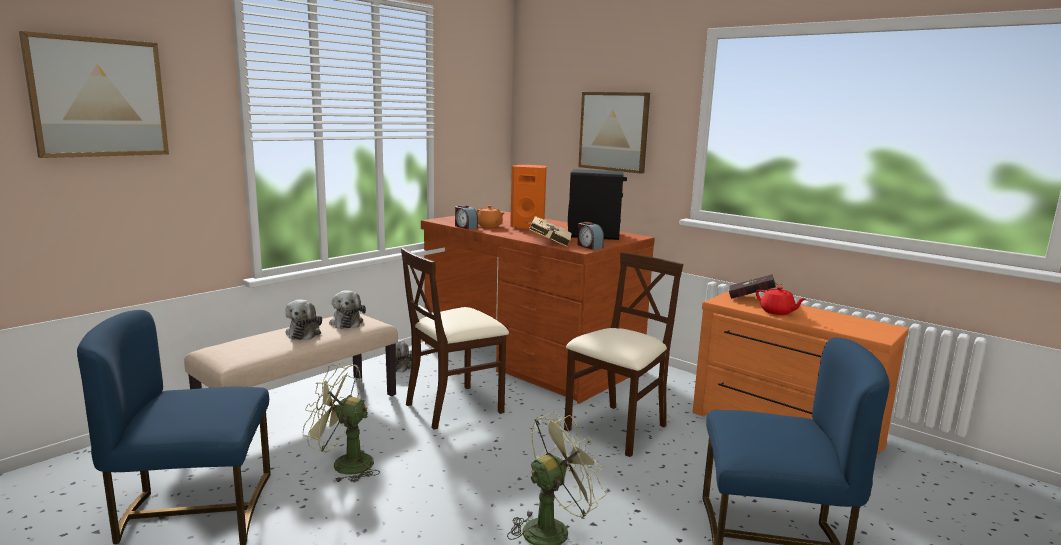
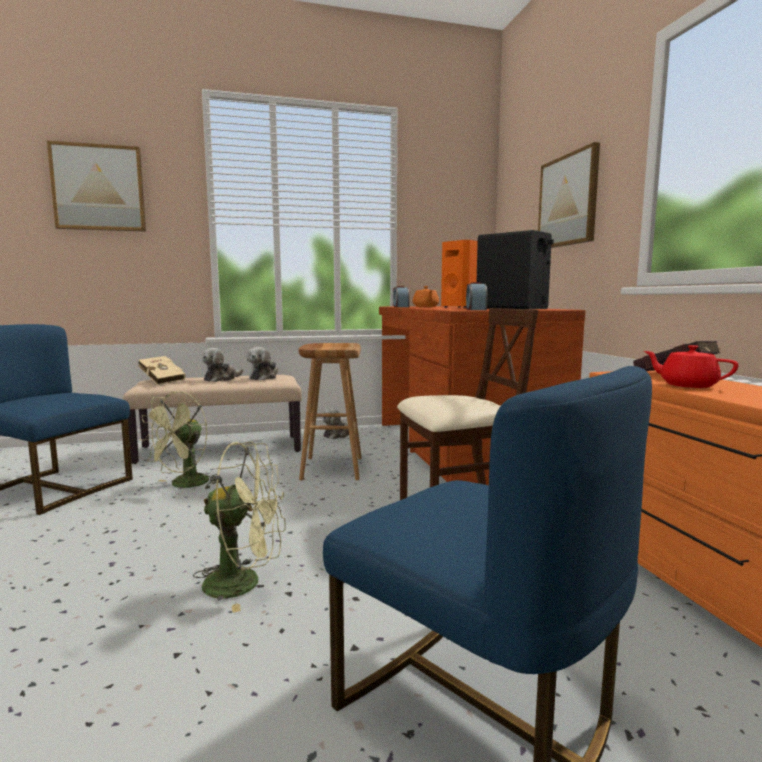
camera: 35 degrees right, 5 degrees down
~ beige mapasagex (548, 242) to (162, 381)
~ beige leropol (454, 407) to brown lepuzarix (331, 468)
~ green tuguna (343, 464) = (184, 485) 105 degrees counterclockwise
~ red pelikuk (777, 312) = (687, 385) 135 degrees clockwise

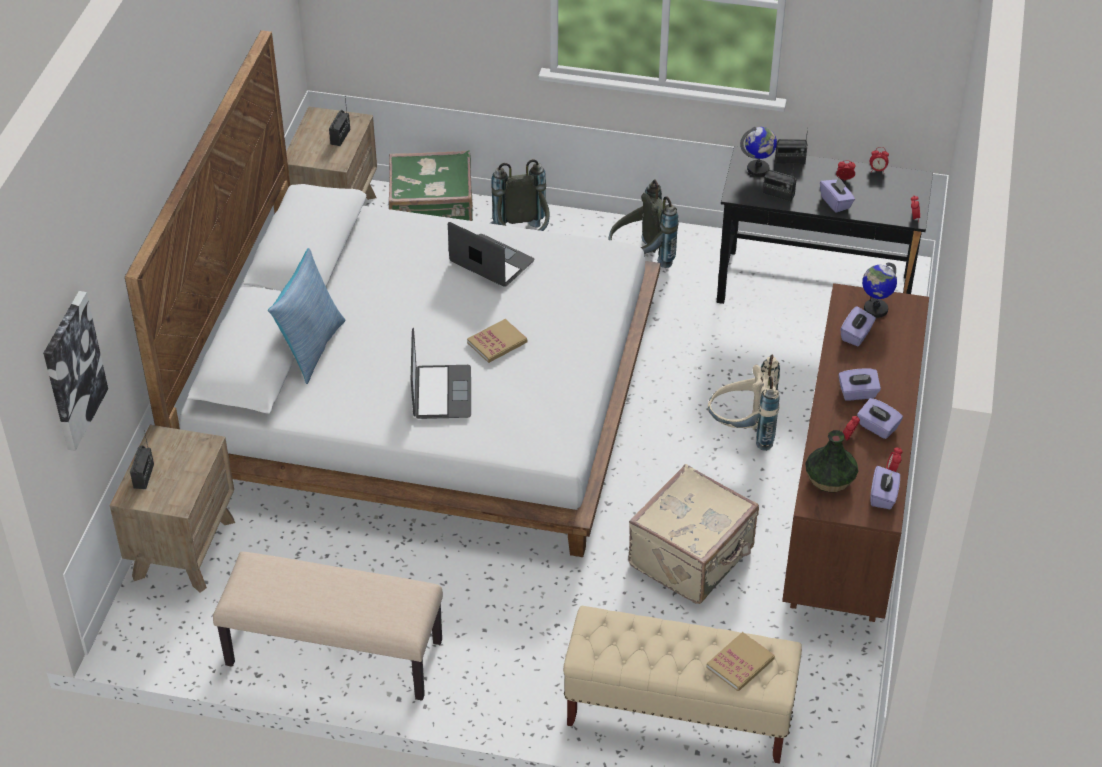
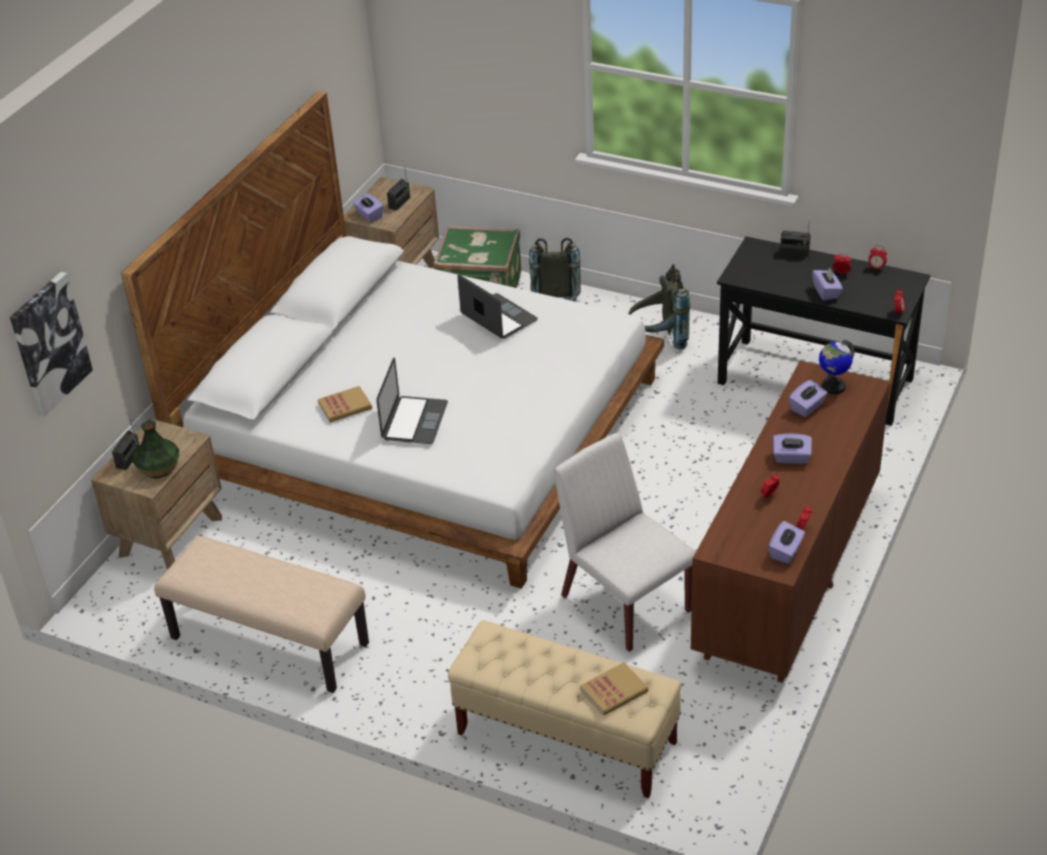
camera: 15 degrees right, 5 degrees down
- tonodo (310, 348)
- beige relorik (742, 432)
- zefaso (758, 169)
- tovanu (778, 194)
~ mapasagex (497, 343) to (345, 406)
~ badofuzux (830, 479) to (159, 468)
~ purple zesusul (877, 427) to (369, 215)
~ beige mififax (693, 558) to white leropol (624, 602)

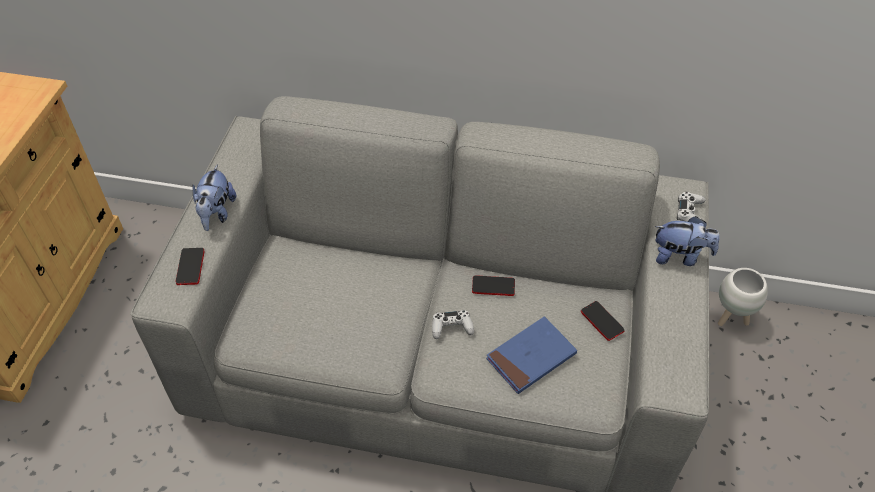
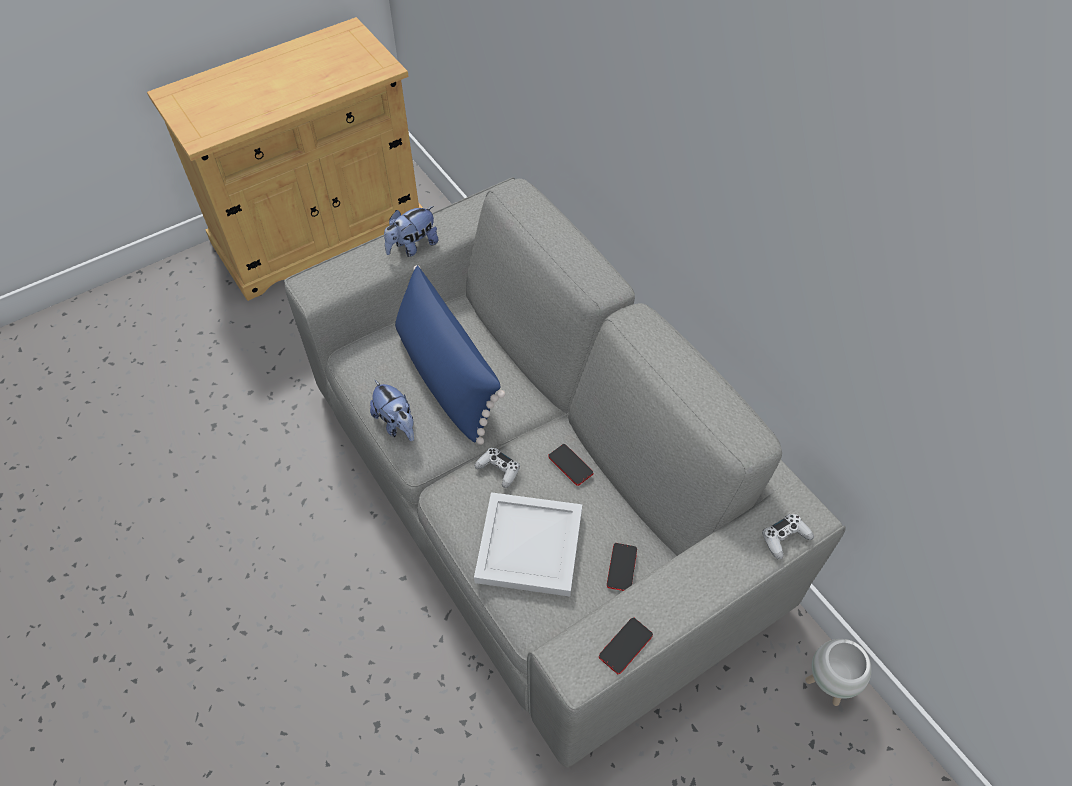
camera: 45 degrees right, 5 degrees up
+ blue tonodo (446, 376)
~ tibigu (190, 267) to (625, 646)
~ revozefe (680, 256) to (397, 424)
~ blue mapasagex (531, 357) to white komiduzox (528, 544)

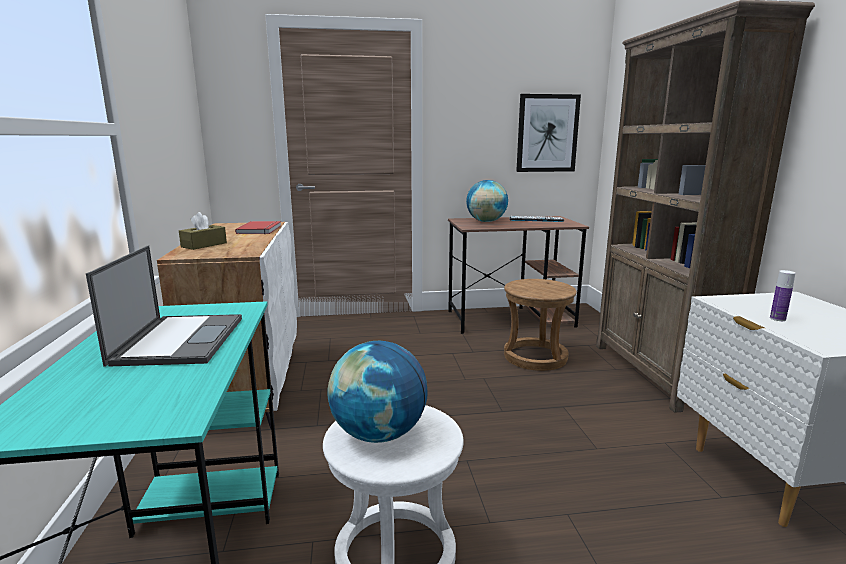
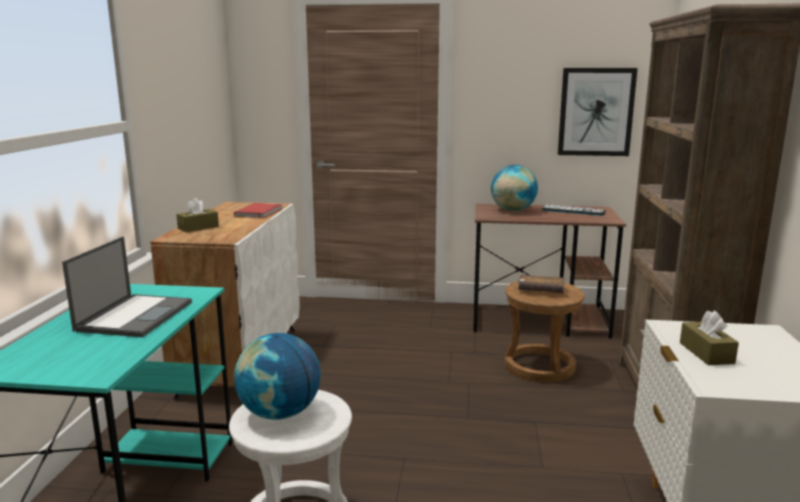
camera: 15 degrees right, 0 degrees up
+ brown mapasagex (541, 291)
~ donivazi (777, 319) to brown zesusul (706, 353)

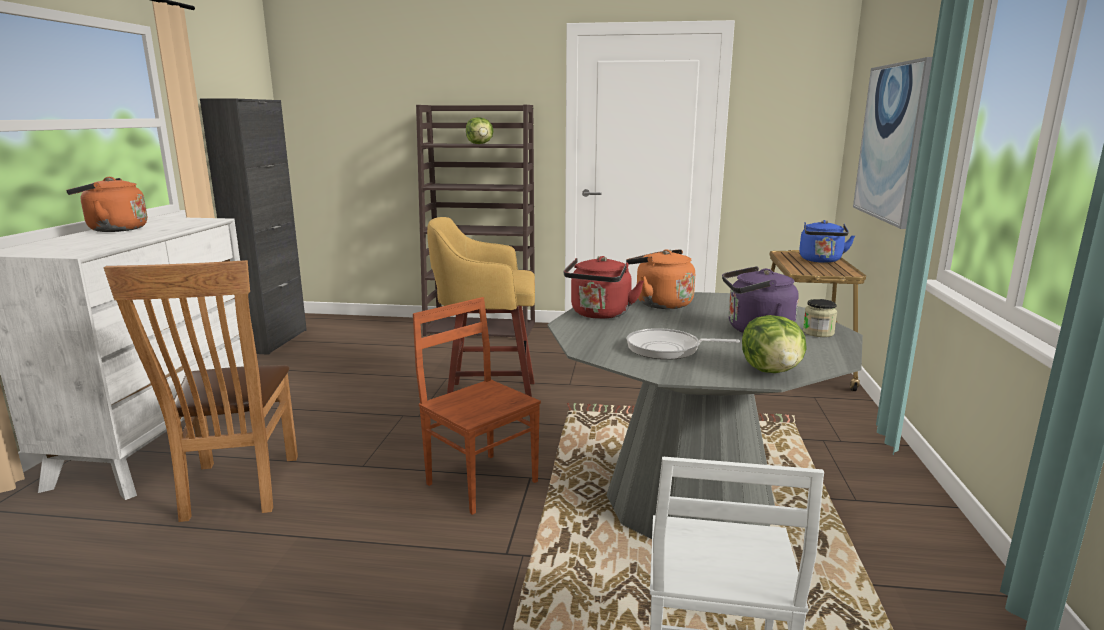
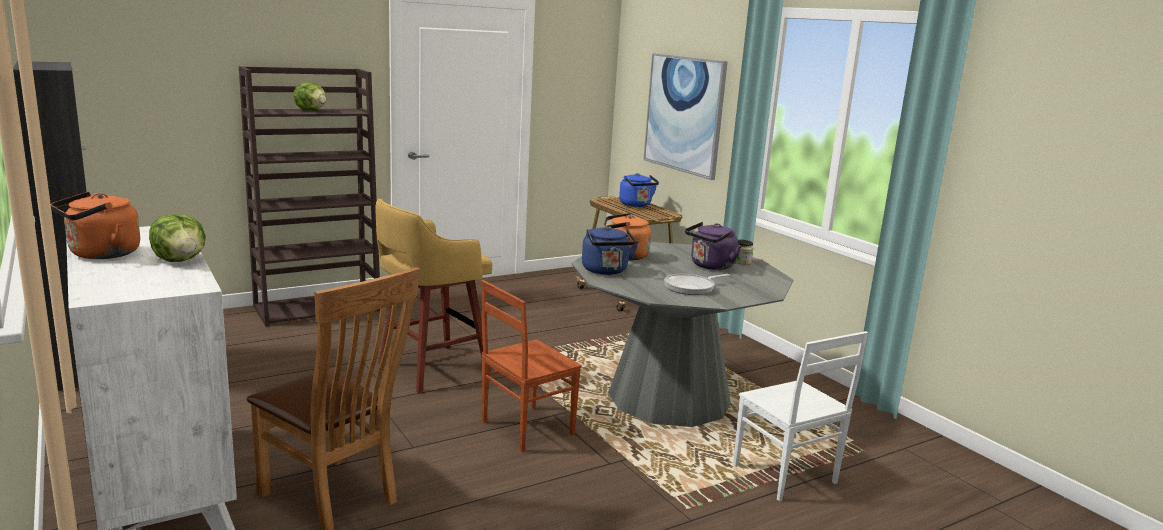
camera: 40 degrees left, 0 degrees up
~ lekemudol (772, 371) to (180, 260)
~ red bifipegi (600, 314) to blue bifipegi (606, 271)
~ brown leropol (482, 481) = (525, 428) 45 degrees counterclockwise

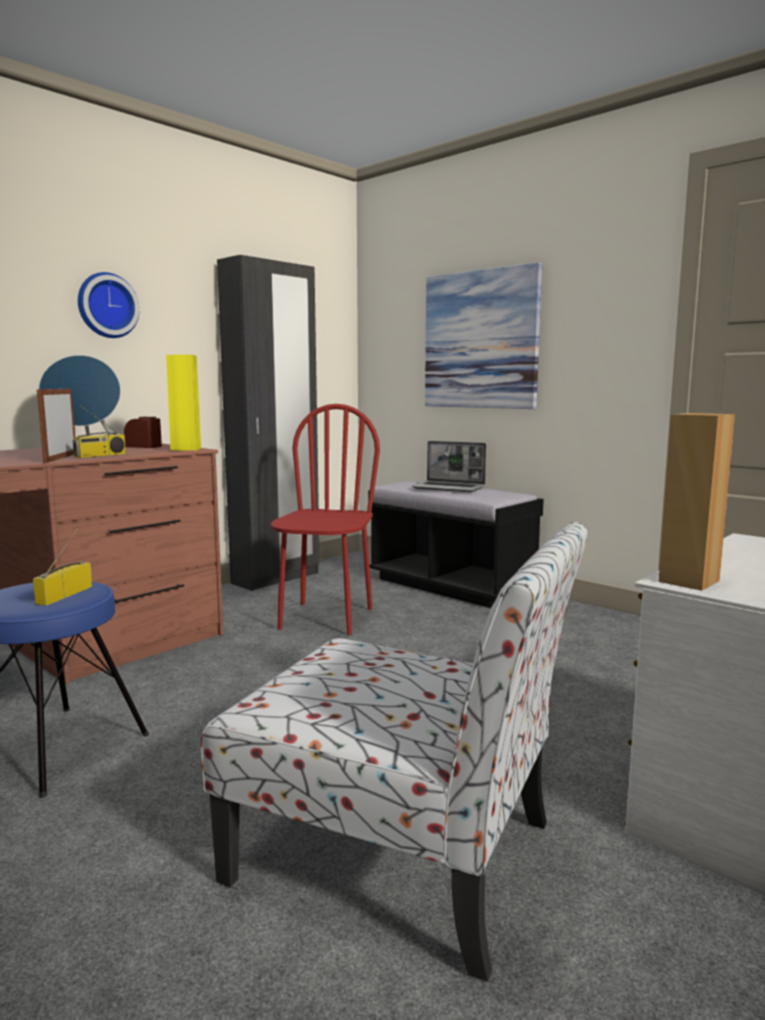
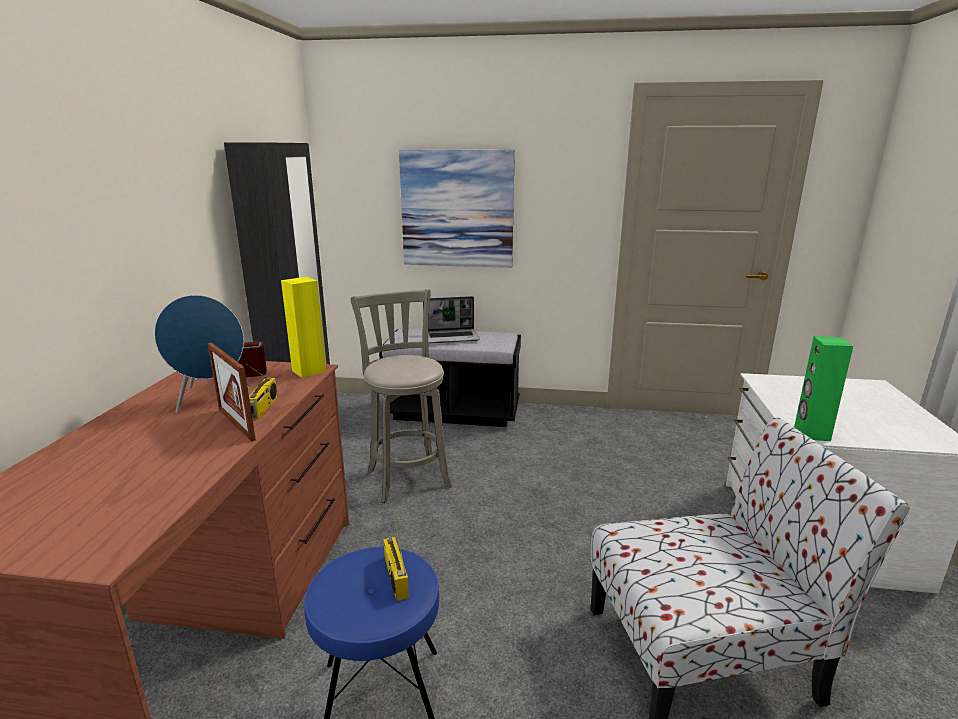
camera: 35 degrees left, 10 degrees up
- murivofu (106, 306)
~ red leropol (325, 618) to grey lepuzarix (407, 476)
~ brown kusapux (688, 581) to green kusapux (811, 433)

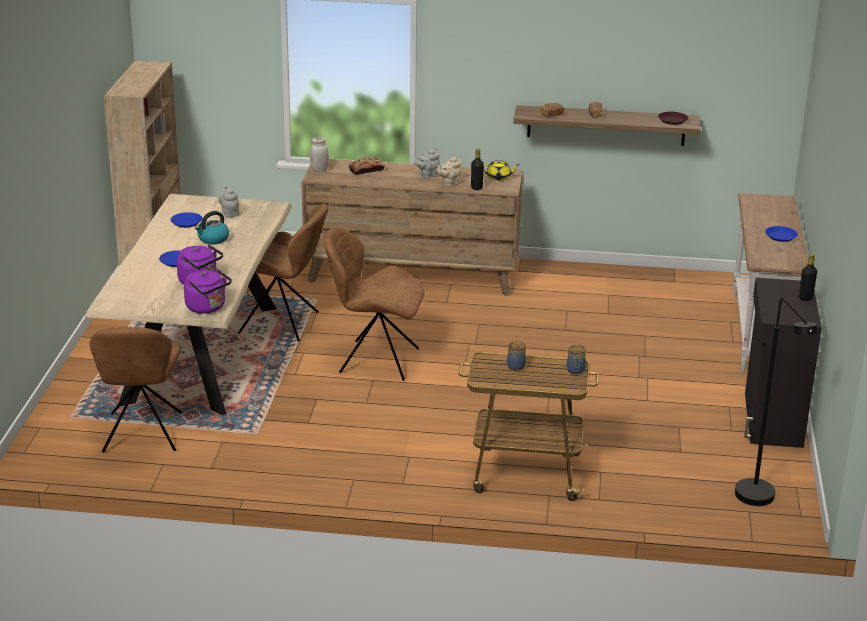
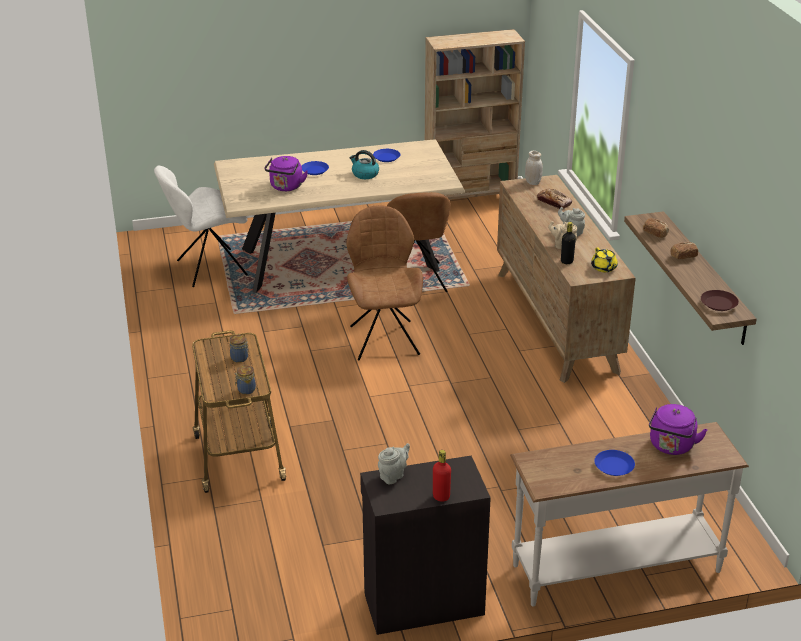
camera: 70 degrees right, 5 degrees up
- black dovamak (761, 501)
~ purple bifipegi (207, 308) to (671, 447)
~ grey pelikuk (229, 213) to (393, 475)
~ brown leropol (142, 434) to white leropol (209, 268)
~ black donivazi (805, 298) to red donivazi (441, 496)

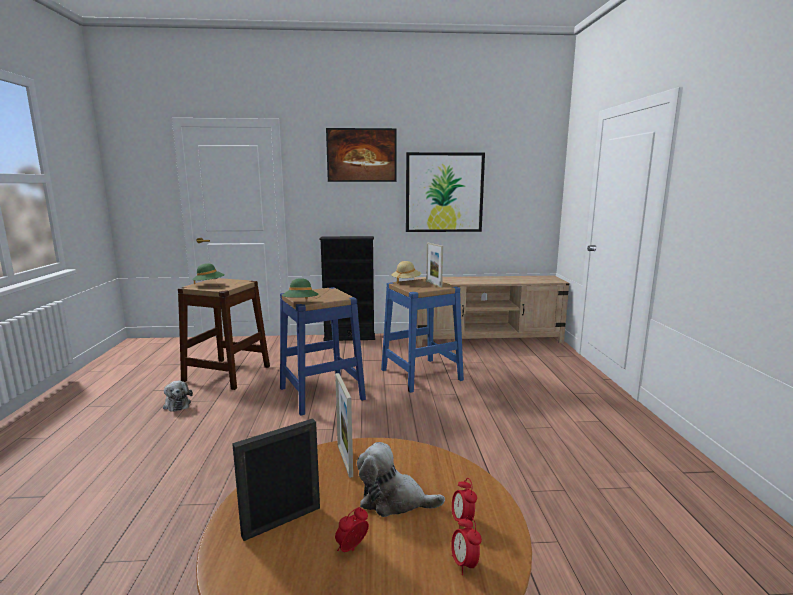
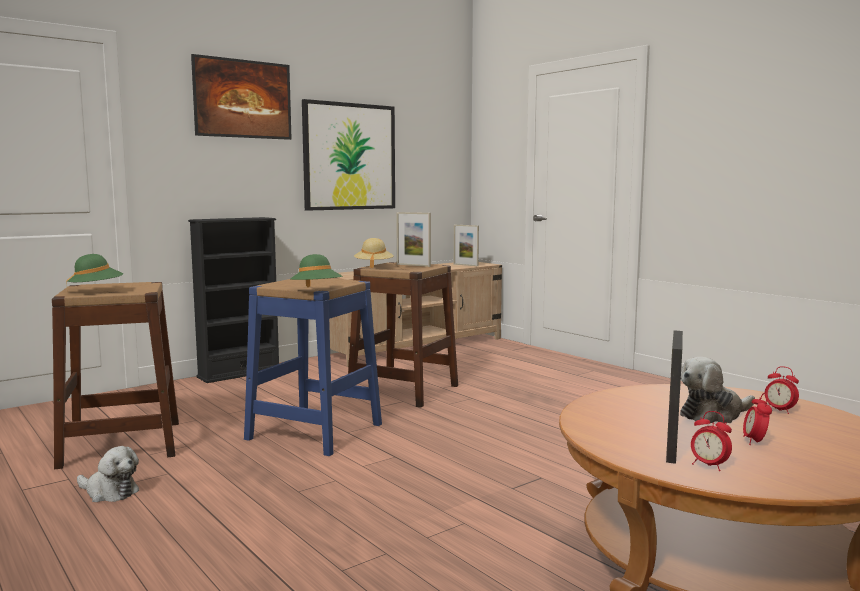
camera: 35 degrees left, 5 degrees down
~ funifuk (345, 460) to (465, 265)
~ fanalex (464, 564) to (708, 466)
~ blue lepuzarix (421, 374) to brown lepuzarix (404, 390)

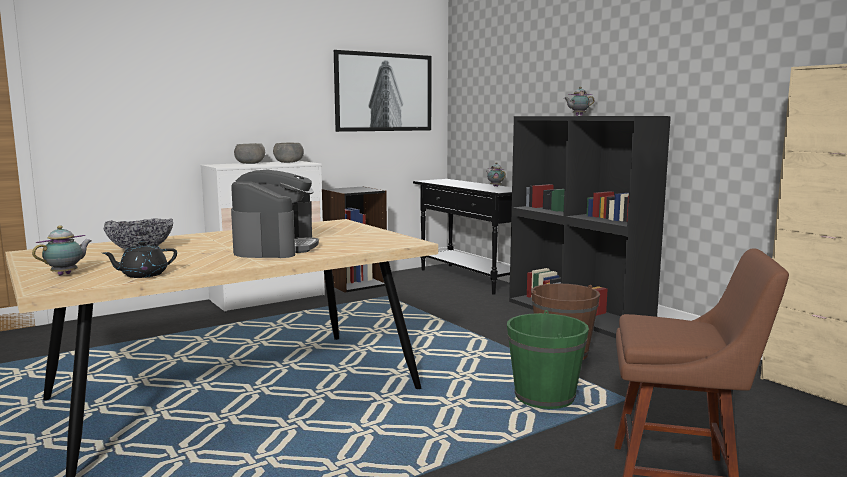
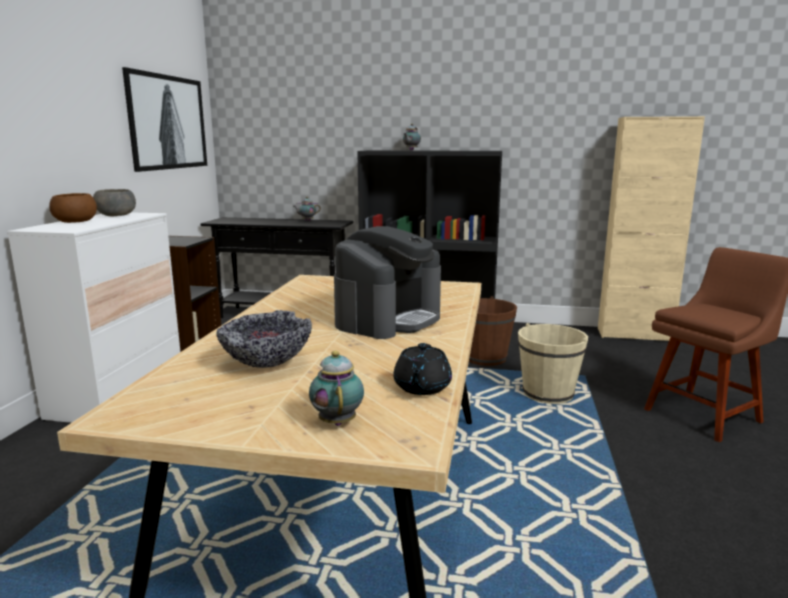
camera: 45 degrees left, 5 degrees up
~ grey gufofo (250, 163) to brown gufofo (75, 222)
~ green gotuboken (544, 397) to beige gotuboken (548, 394)
~ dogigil (275, 248) = (389, 319) 75 degrees clockwise

